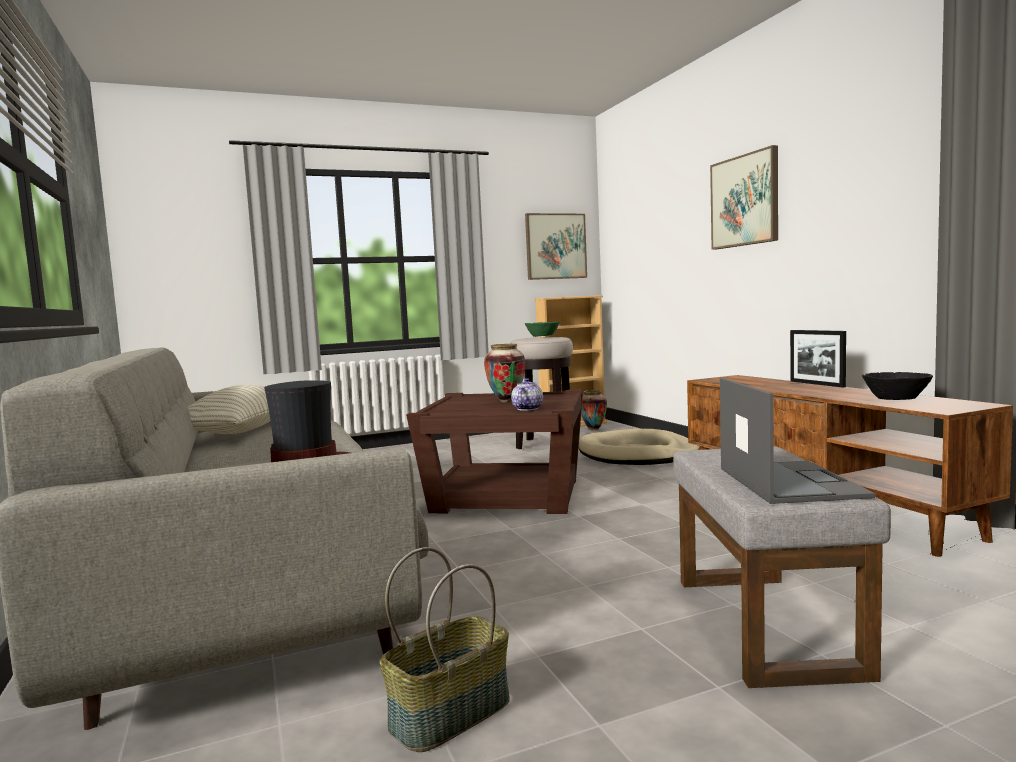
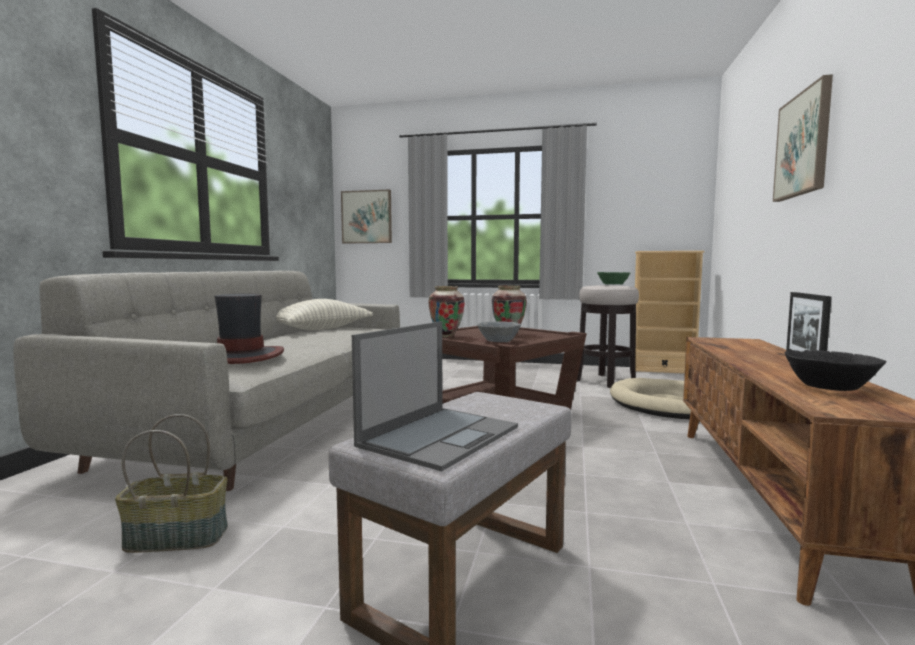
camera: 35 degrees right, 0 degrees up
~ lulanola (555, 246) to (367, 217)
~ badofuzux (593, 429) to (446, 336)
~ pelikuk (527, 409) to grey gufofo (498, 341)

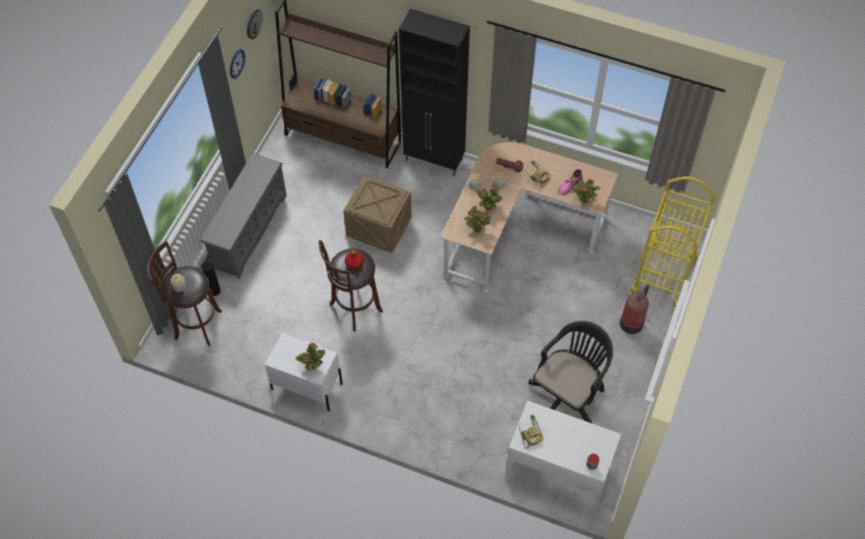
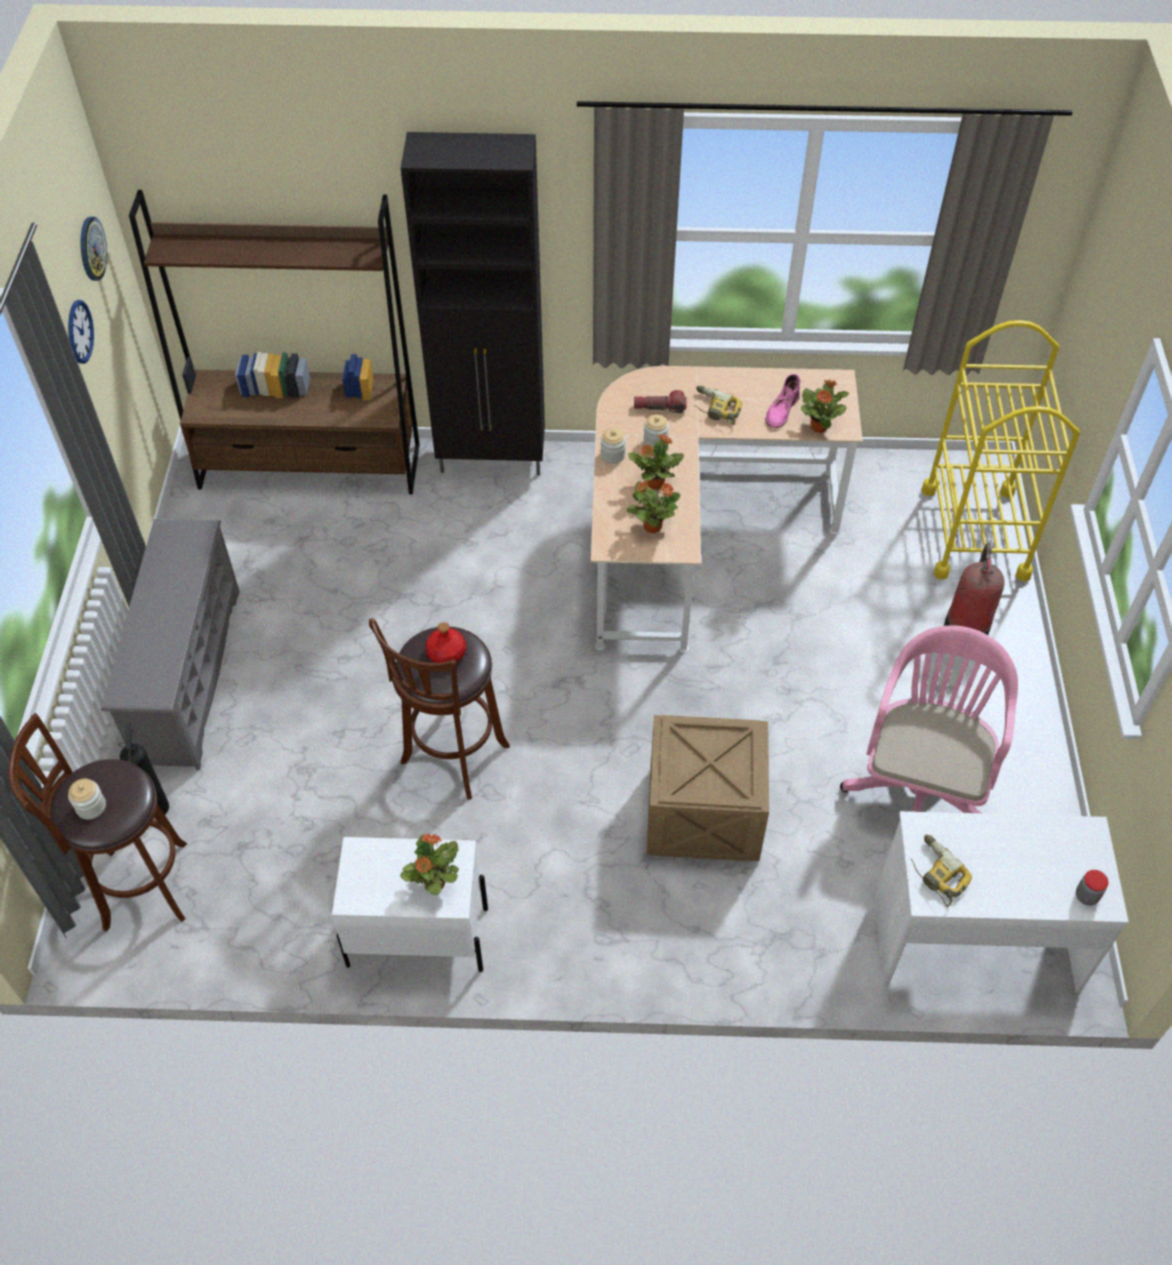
camera: 20 degrees left, 5 degrees down
~ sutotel (378, 227) to (701, 814)
~ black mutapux (568, 394) to pink mutapux (920, 788)

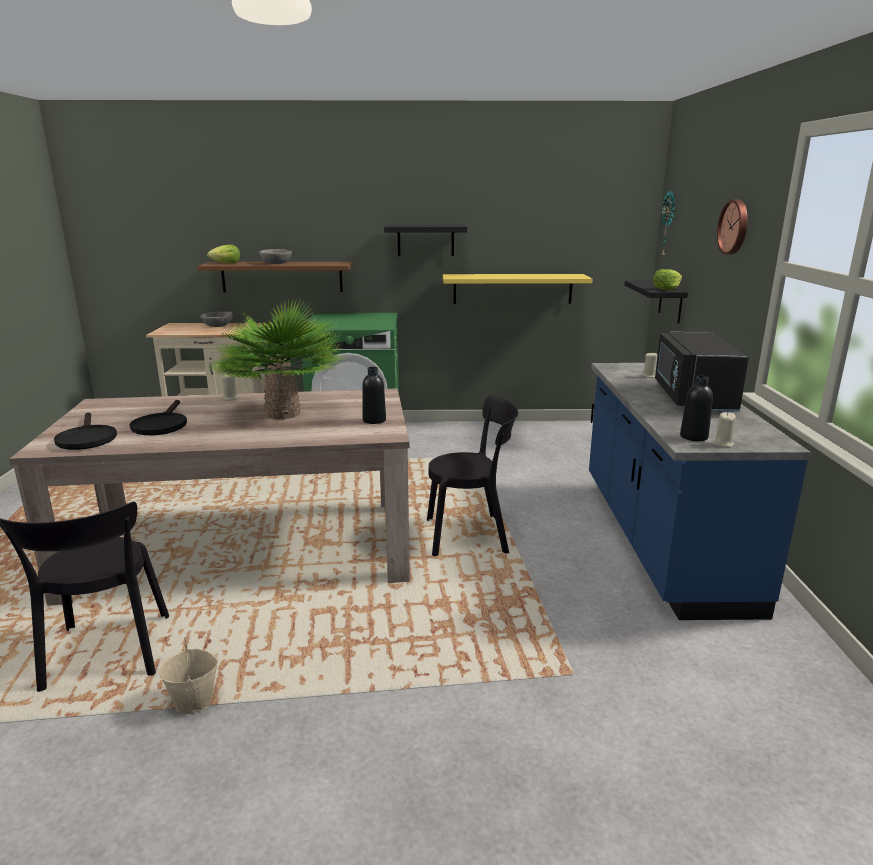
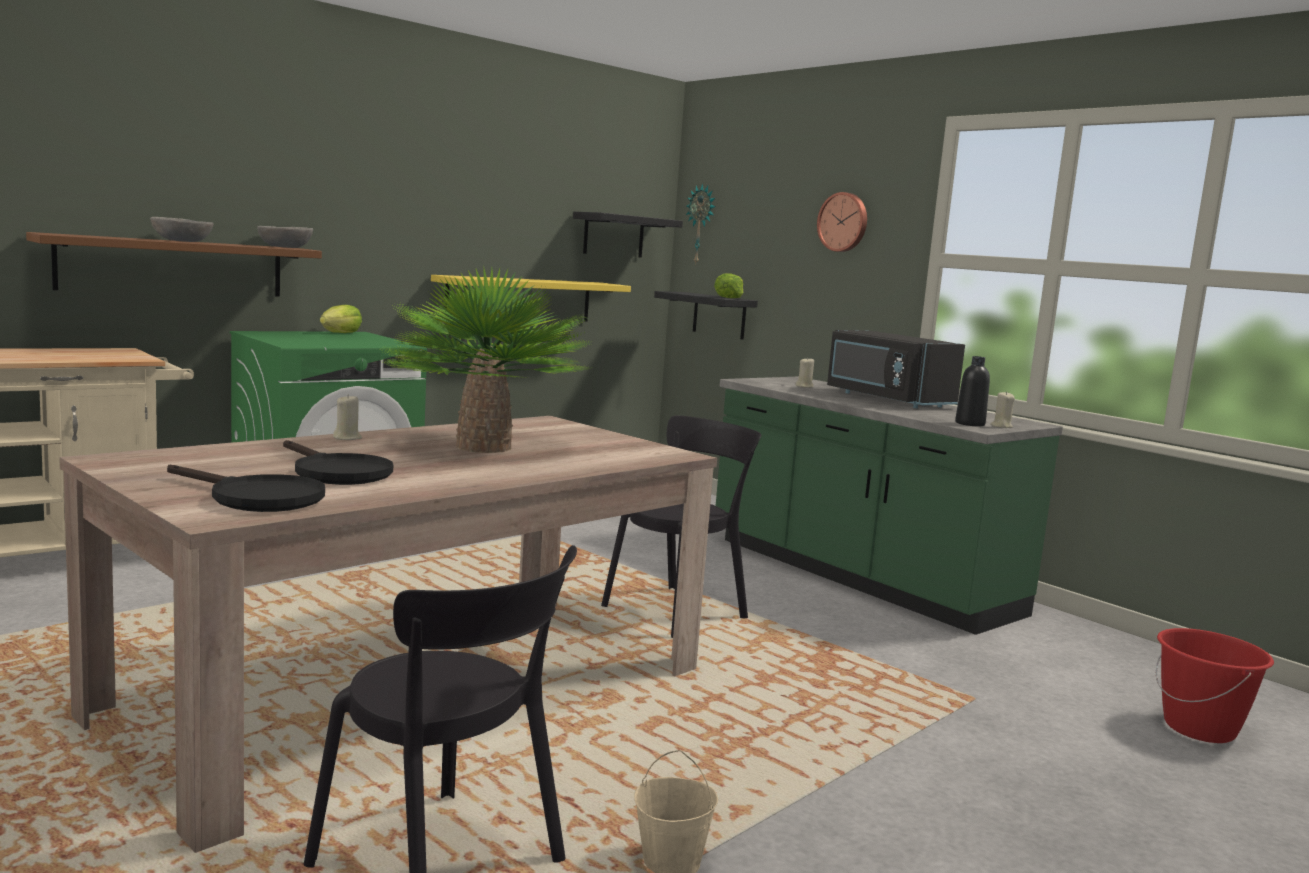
camera: 40 degrees left, 10 degrees down
- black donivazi (374, 420)
+ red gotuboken (1200, 728)
~ grey gufofo (218, 325) to (285, 247)
~ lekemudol (226, 263) to (340, 333)
~ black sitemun (425, 240) to (613, 235)
~ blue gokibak (660, 540) to green gokibak (857, 576)

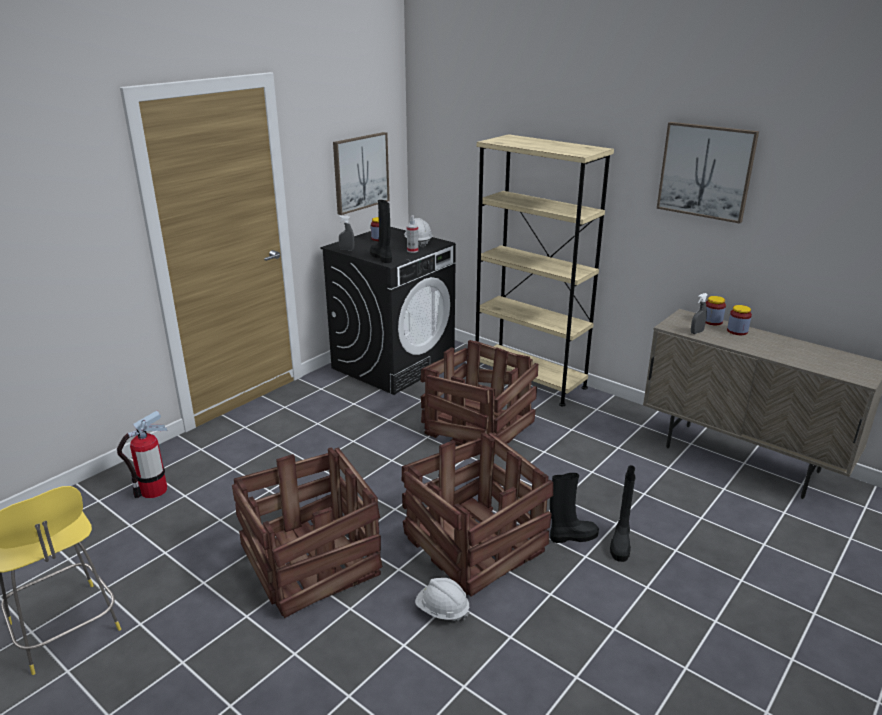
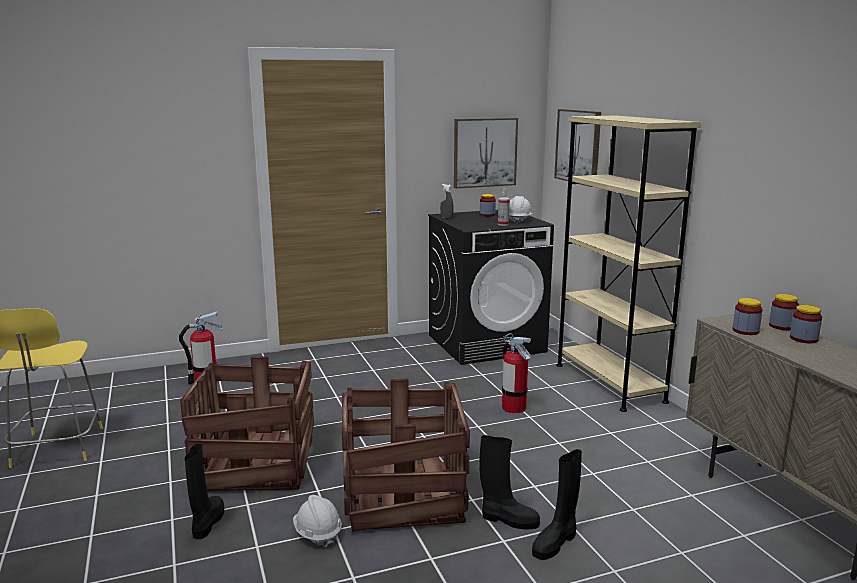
camera: 30 degrees right, 10 degrees down
~ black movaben (382, 257) to (207, 522)
~ lulanola (706, 171) to (578, 146)
~ sutotel (479, 428) to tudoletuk (513, 407)
~ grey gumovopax (696, 332) to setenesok (745, 331)

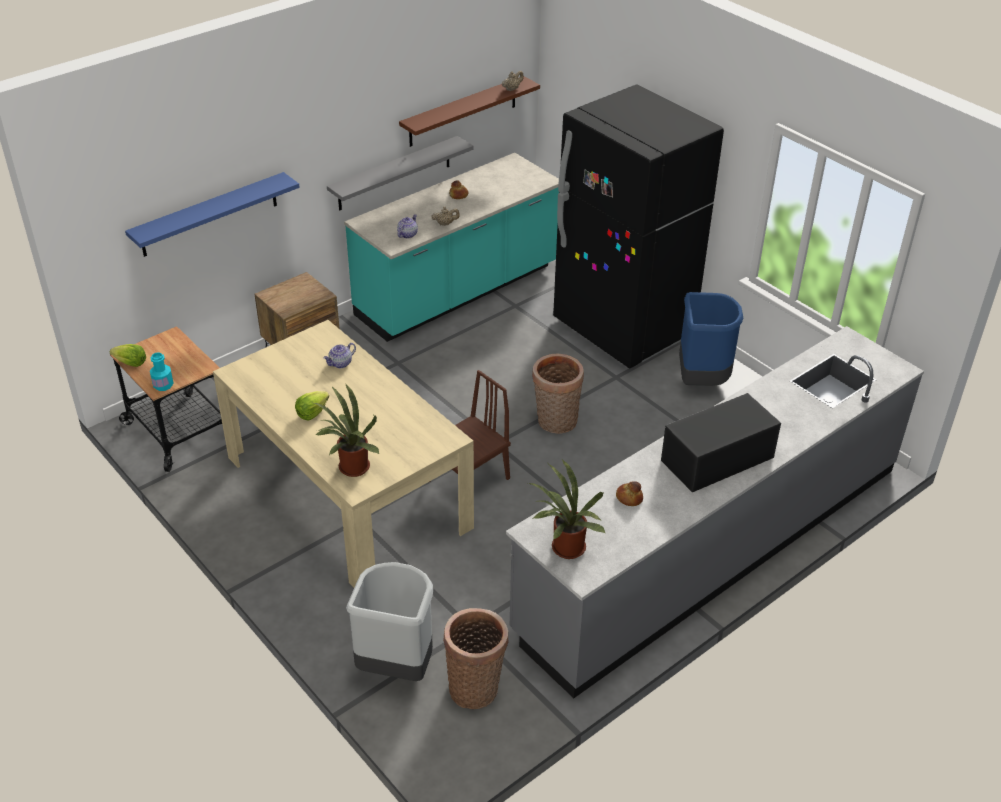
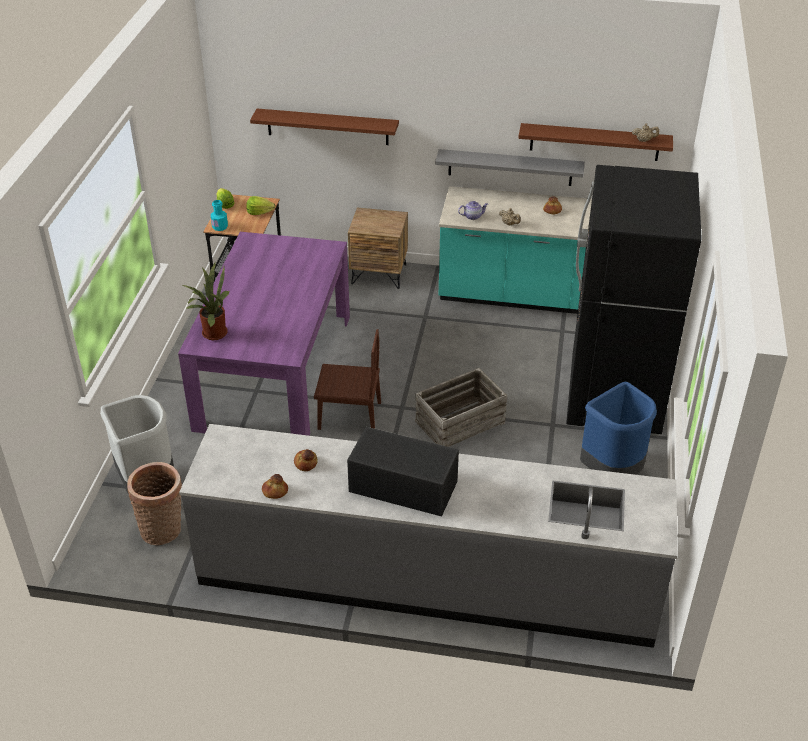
camera: 50 degrees right, 0 degrees up
- pelikuk (340, 363)
- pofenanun (565, 549)
+ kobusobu (275, 491)
~ lekemudol (312, 413) to (259, 213)
~ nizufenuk (555, 423) to sutotel (460, 423)
~ blue sitemun (209, 215) to brown sitemun (327, 126)
~ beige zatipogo (348, 492) to purple zatipogo (275, 371)

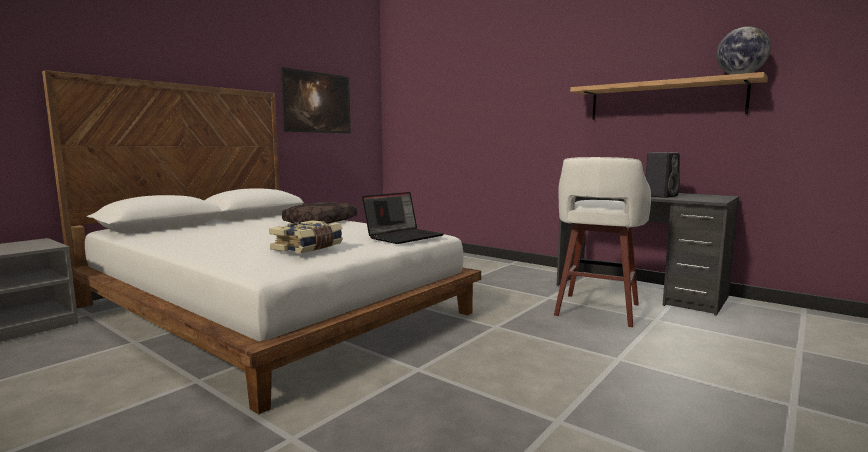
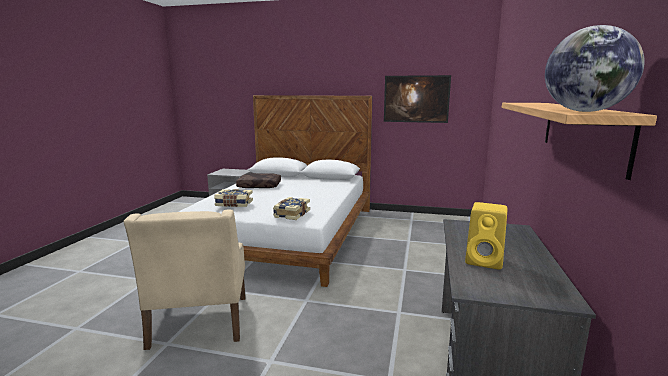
camera: 65 degrees right, 5 degrees up
- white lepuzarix (596, 310)
+ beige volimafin (199, 321)
~ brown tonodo (320, 221) to (260, 186)
~ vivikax (404, 236) to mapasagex (291, 214)
~ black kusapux (660, 196) to yellow kusapux (485, 261)

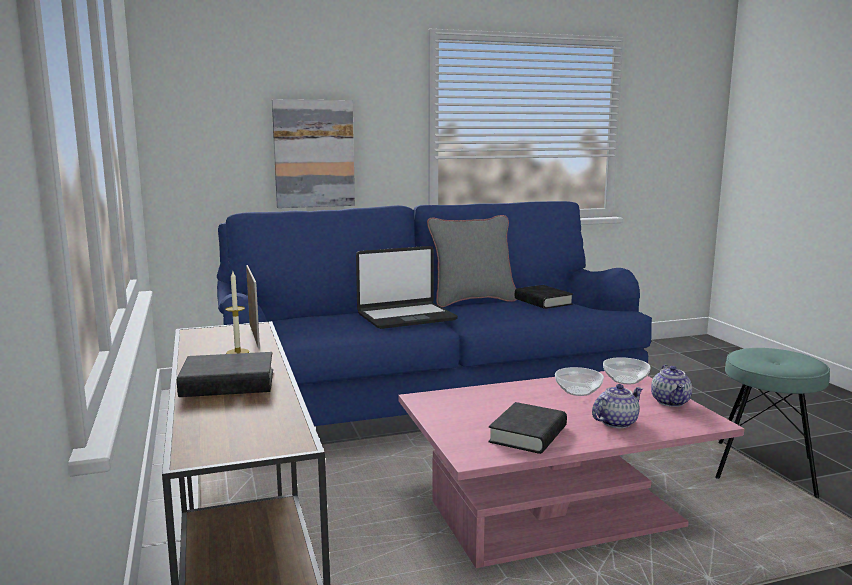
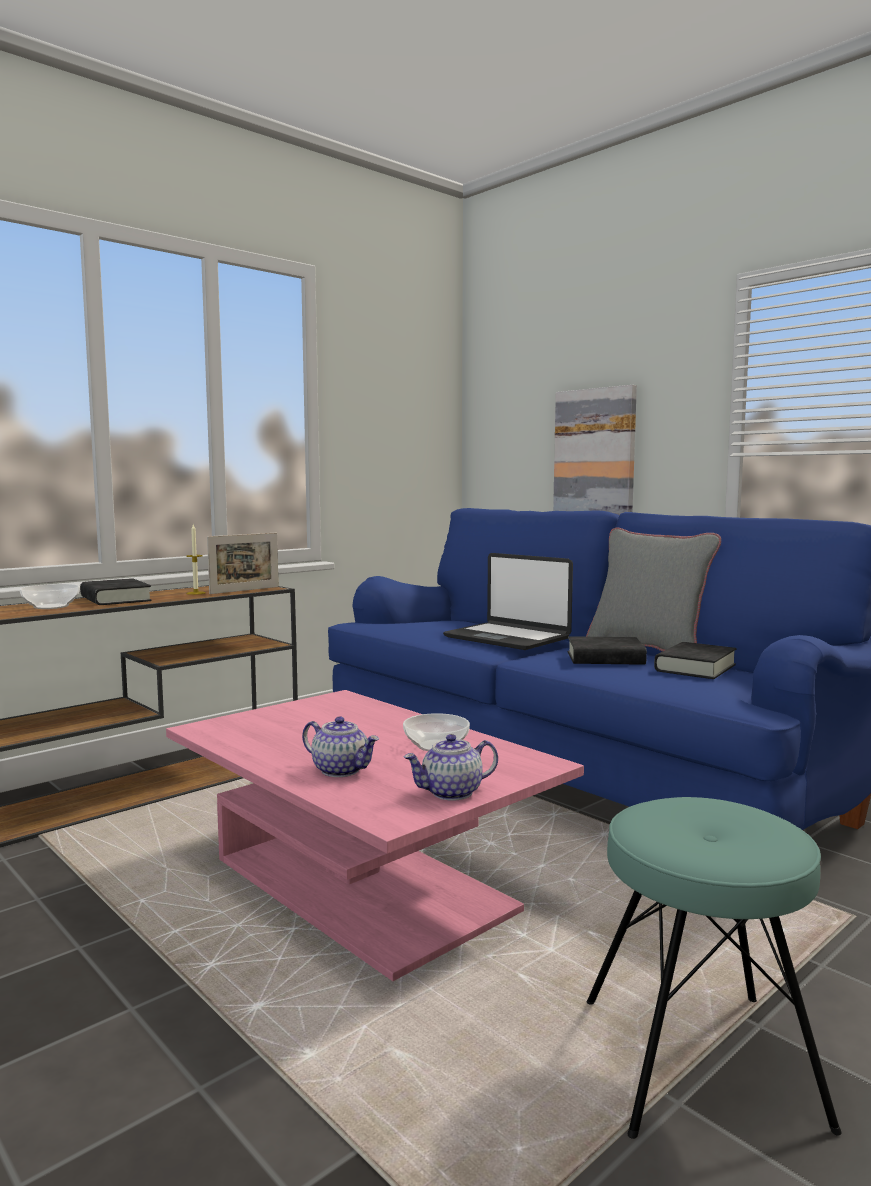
camera: 65 degrees right, 5 degrees down
~ black mapasagex (528, 434) to (605, 658)
~ gufofo (624, 380) to (51, 606)

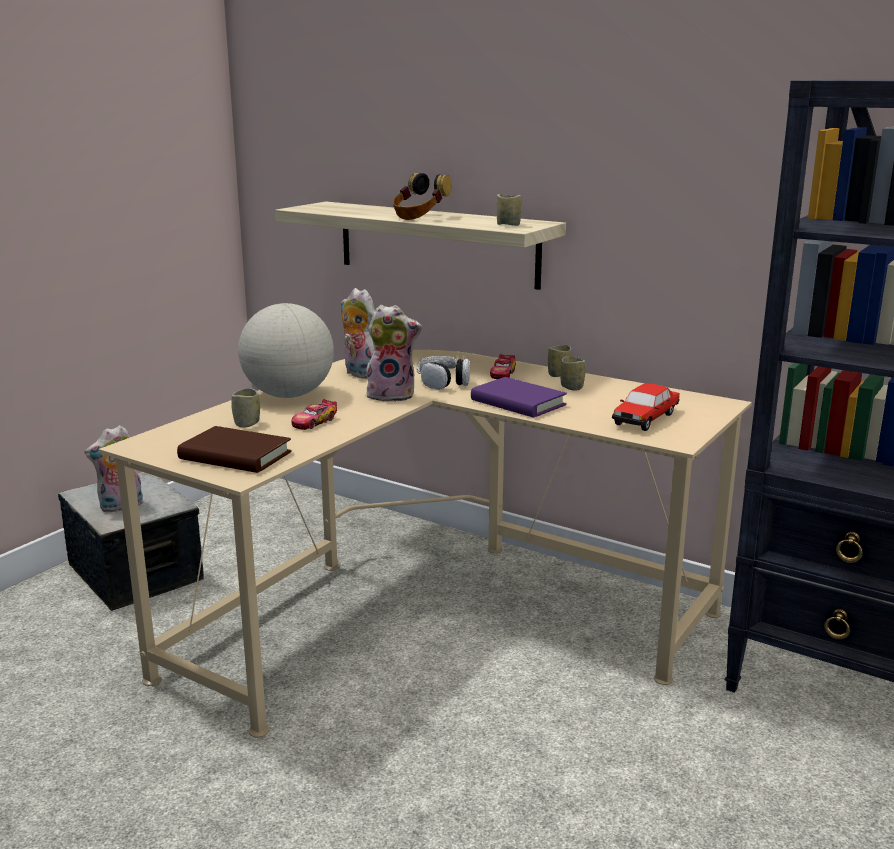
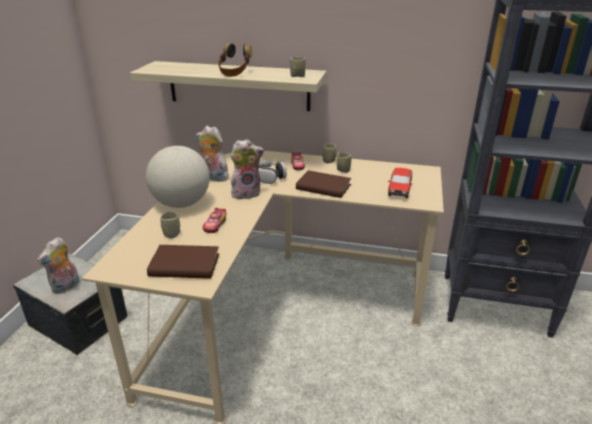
camera: 20 degrees left, 10 degrees up
~ purple mapasagex (518, 402) to brown mapasagex (323, 187)

